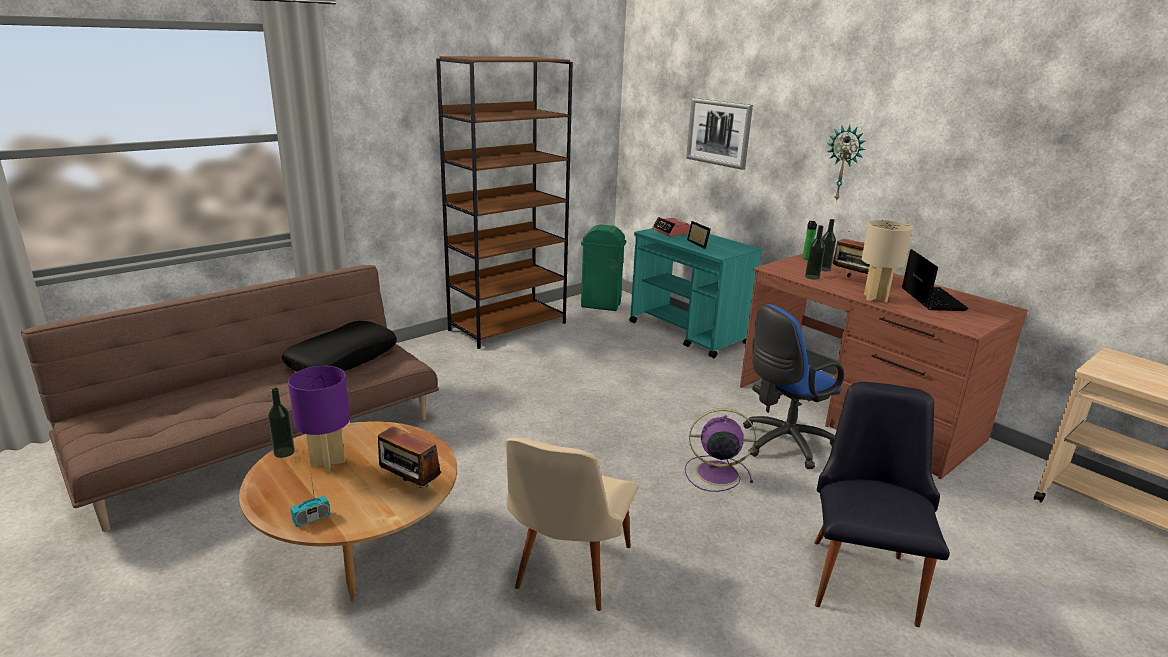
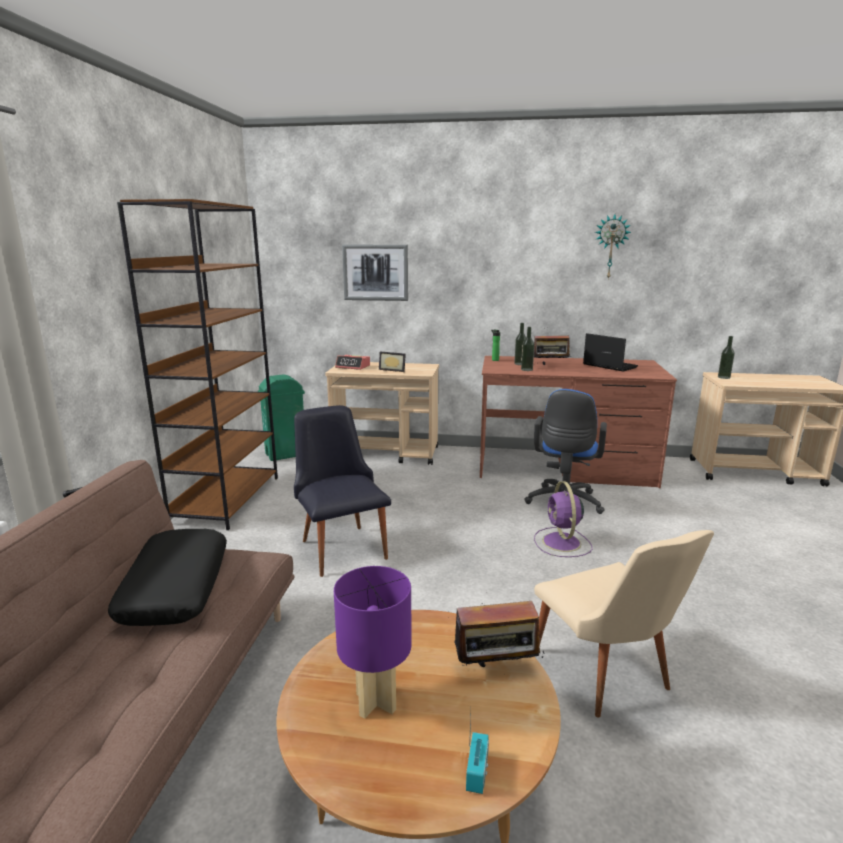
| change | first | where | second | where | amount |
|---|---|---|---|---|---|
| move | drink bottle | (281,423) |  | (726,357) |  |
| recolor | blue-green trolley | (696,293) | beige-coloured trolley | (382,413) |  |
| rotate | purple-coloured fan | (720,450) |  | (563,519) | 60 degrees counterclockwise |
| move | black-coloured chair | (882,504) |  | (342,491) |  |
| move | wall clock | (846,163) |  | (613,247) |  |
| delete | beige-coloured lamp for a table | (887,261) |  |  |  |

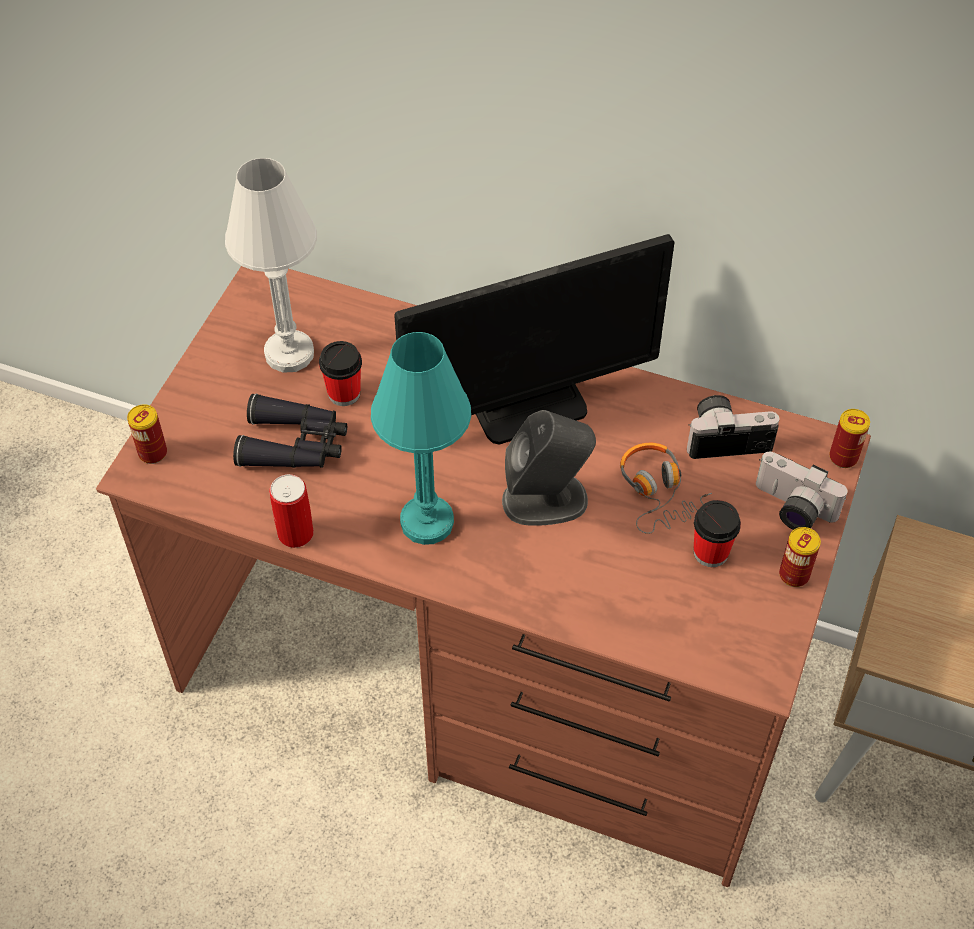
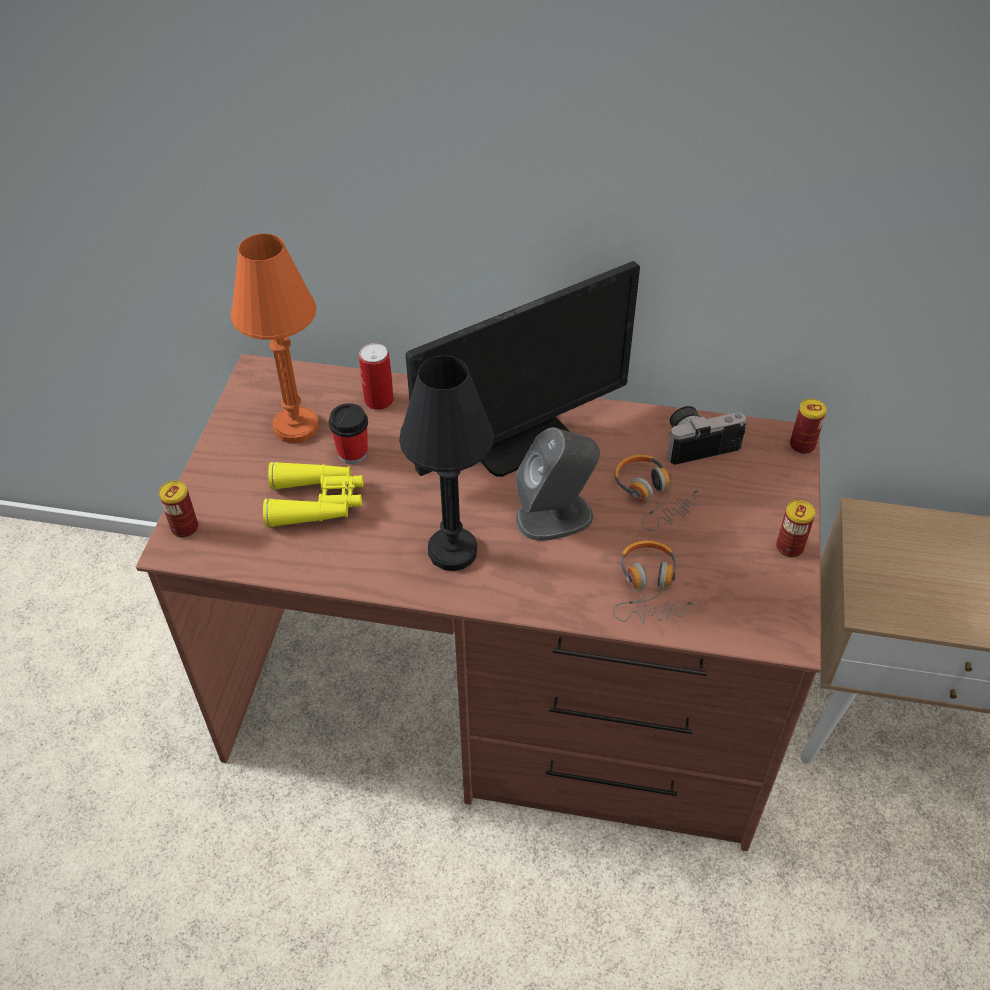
| change | first | where | second | where | amount |
|---|---|---|---|---|---|
| recolor | whitish lamp for a table | (271,265) | orangey lamp for a table | (275,339) |  |
| recolor | black-coloured binoculars | (290,431) | yellow binoculars | (313,494) |  |
| move | can | (291,511) |  | (376,376) |  |
| recolor | blue-green lamp for a table | (421,438) | black-coloured lamp for a table | (446,463) |  |
| delete | drinking cup | (717,533) |  |  |  |
| delete | still camera | (802,491) |  |  |  |
| insert |  |  | pair of headphones | (655,582) |  |

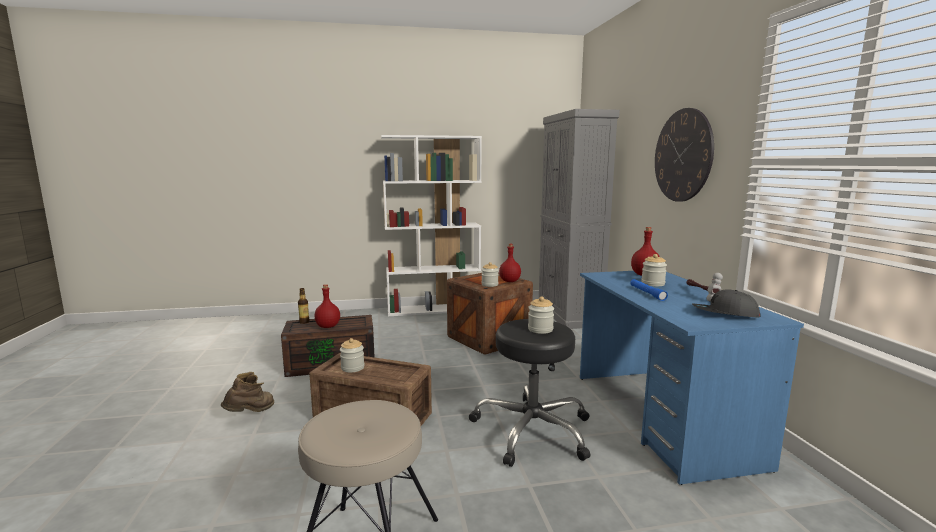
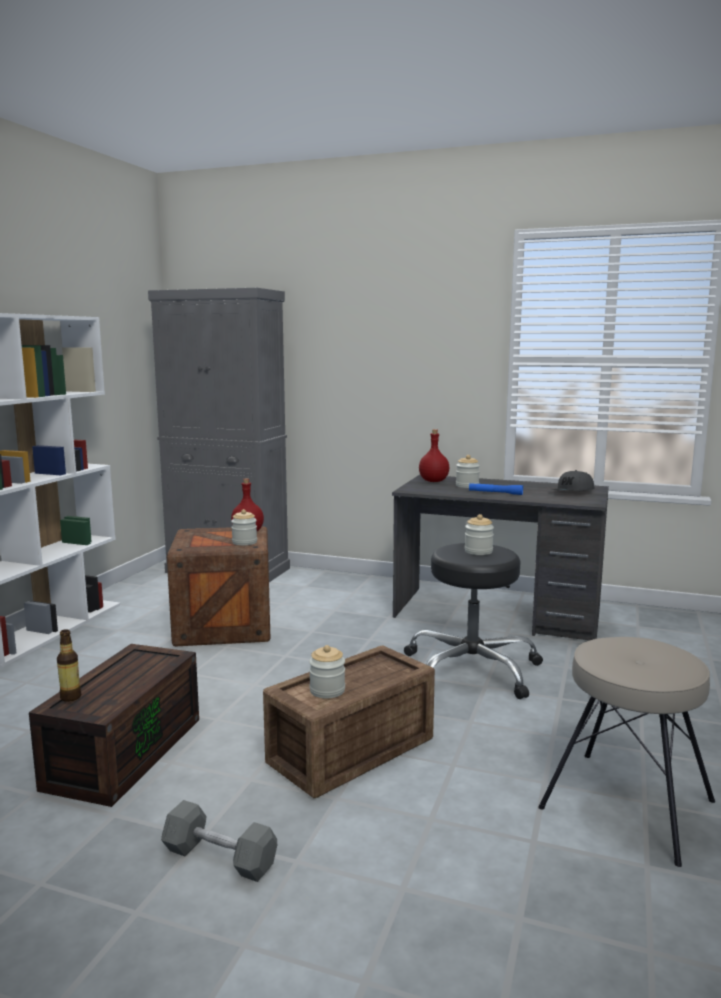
| change | first | where | second | where | amount |
|---|---|---|---|---|---|
| replace | brownish boot | (247,392) | grey hand weight | (219,841) |  |
| delete | red drink bottle | (327,306) |  |  |  |
| recolor | blue-coloured desk unit | (692,378) | grey desk unit | (500,557) |  |
| delete | wall clock | (684,155) |  |  |  |
| delete | hammer | (705,287) |  |  |  |

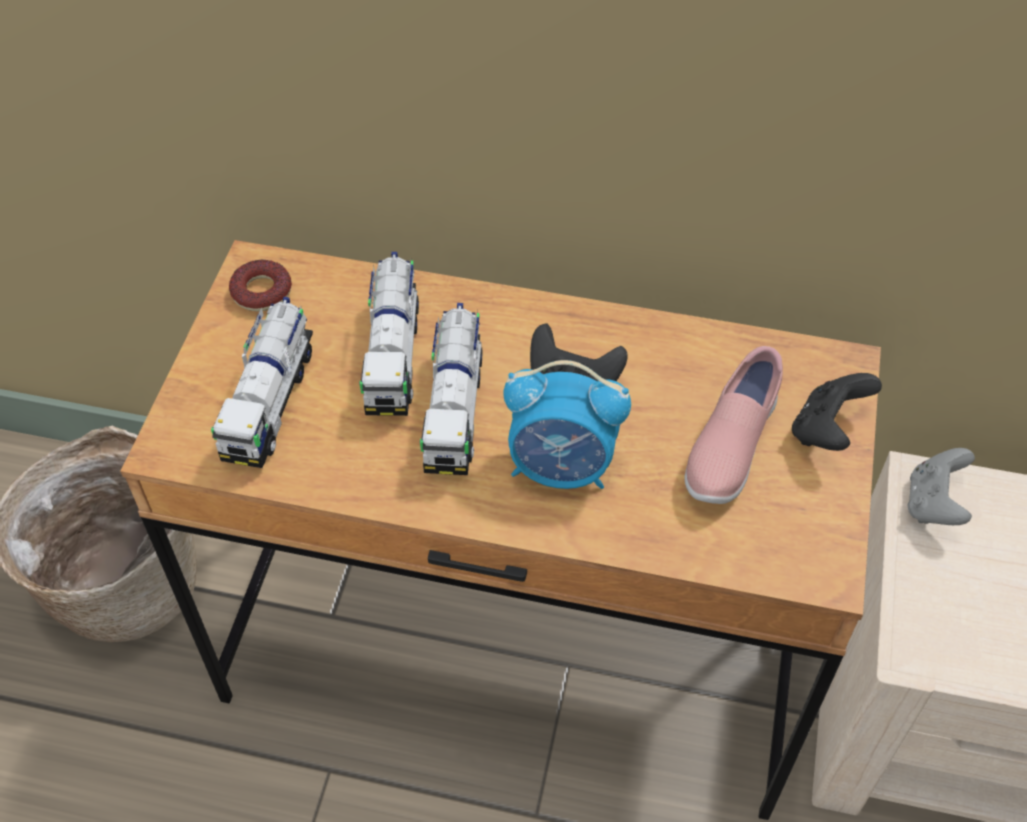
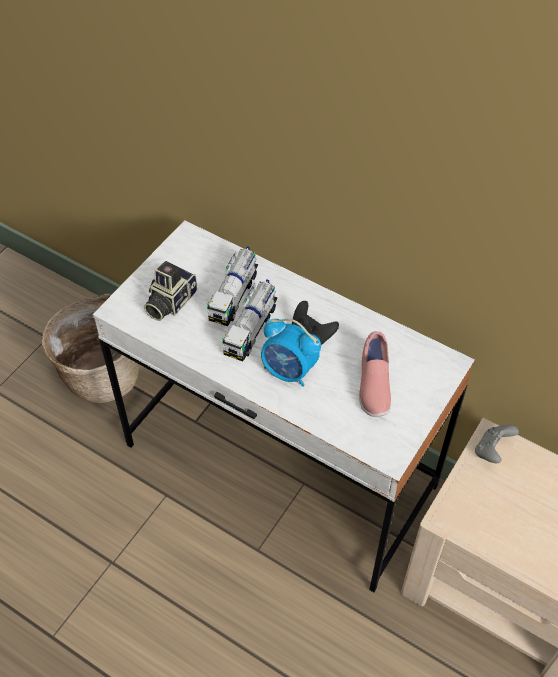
| change | first | where | second | where | amount |
|---|---|---|---|---|---|
| recolor | brownish desk unit | (500,530) | whitish desk unit | (283,406) |  |
| replace | model truck | (262,382) | still camera | (170,291) |  |
| delete | doughnut | (260,285) |  |  |  |
| rotate | pink low shoe | (733,425) |  | (375,374) | 45 degrees counterclockwise |
| delete | black-coloured gamepad | (837,412) |  |  |  |

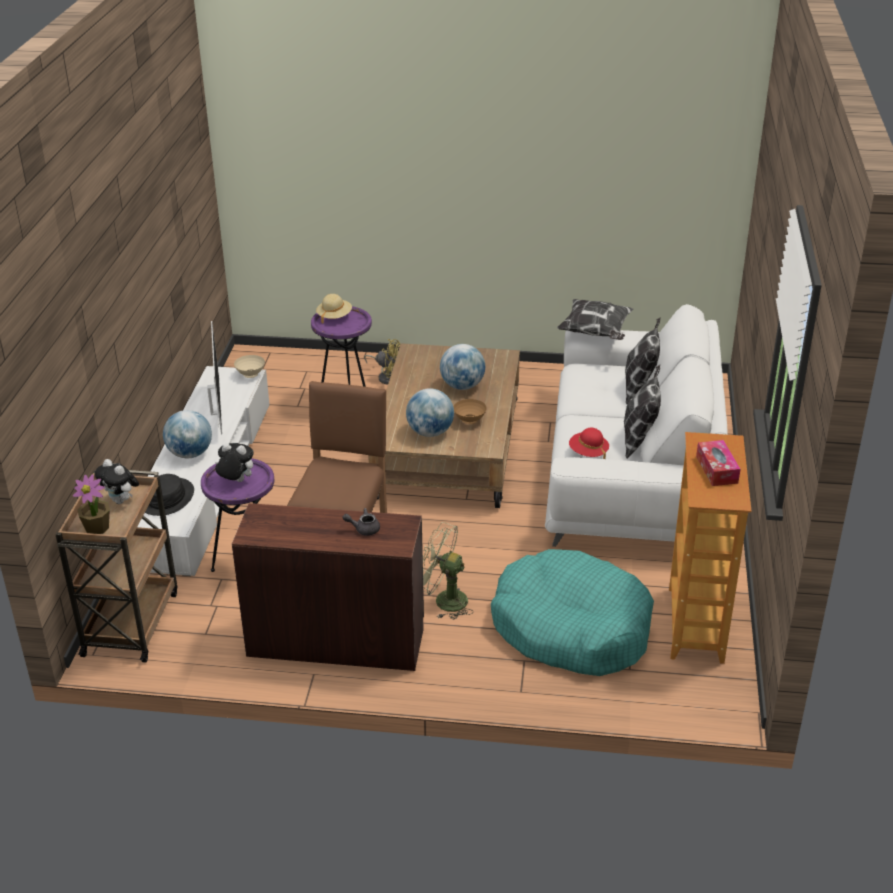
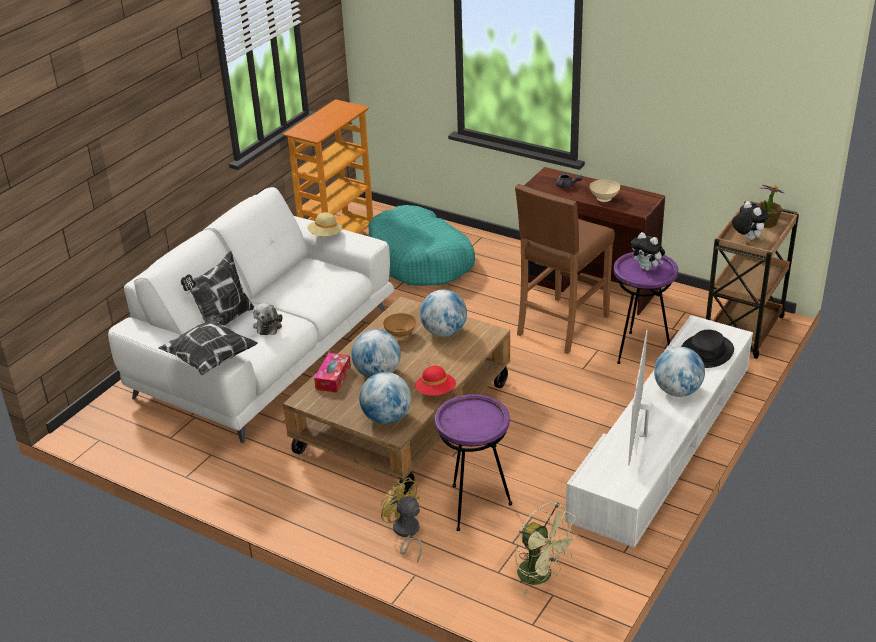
| change | first | where | second | where | amount |
|---|---|---|---|---|---|
| move | beige-coloured deep dish | (249,366) |  | (604,190) |  |
| move | beige-coloured clothing hat | (334,309) |  | (324,224) |  |
| move | green-coloured fan | (448,571) |  | (547,549) |  |
| move | red clothing hat | (589,443) |  | (435,381) |  |
| delete | pillow | (642,411) |  |  |  |
| move | tissue holder | (718,463) |  | (332,373) |  |
| insert |  |  | soft toy | (267,319) |  |
| insert |  |  | world globe | (385,398) |  |

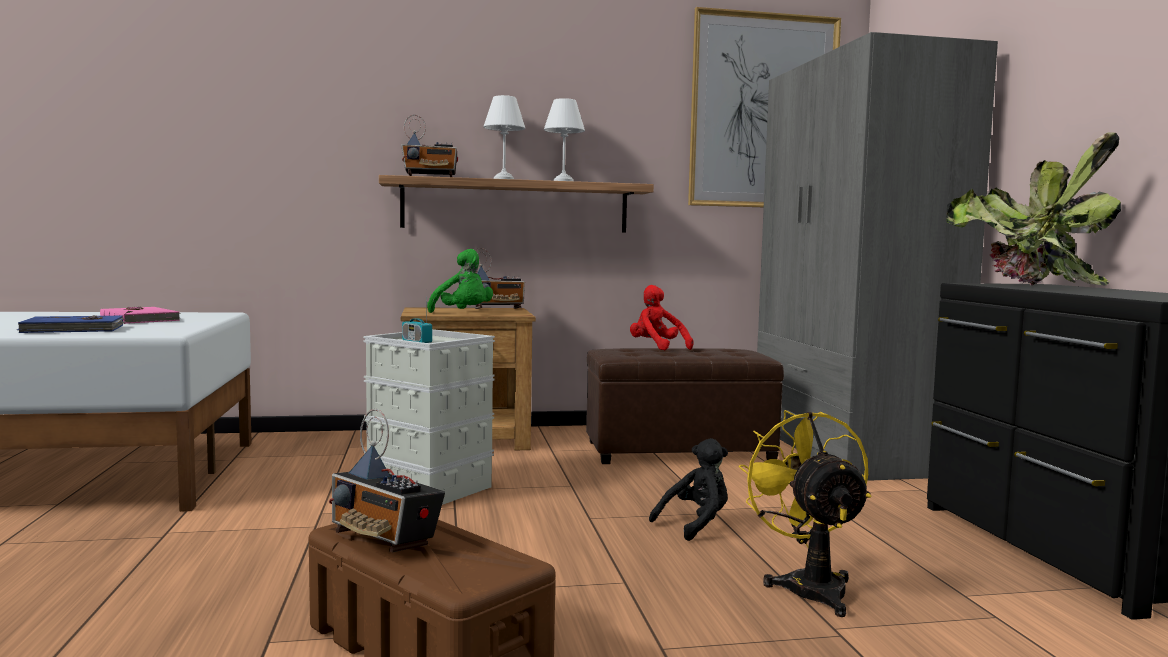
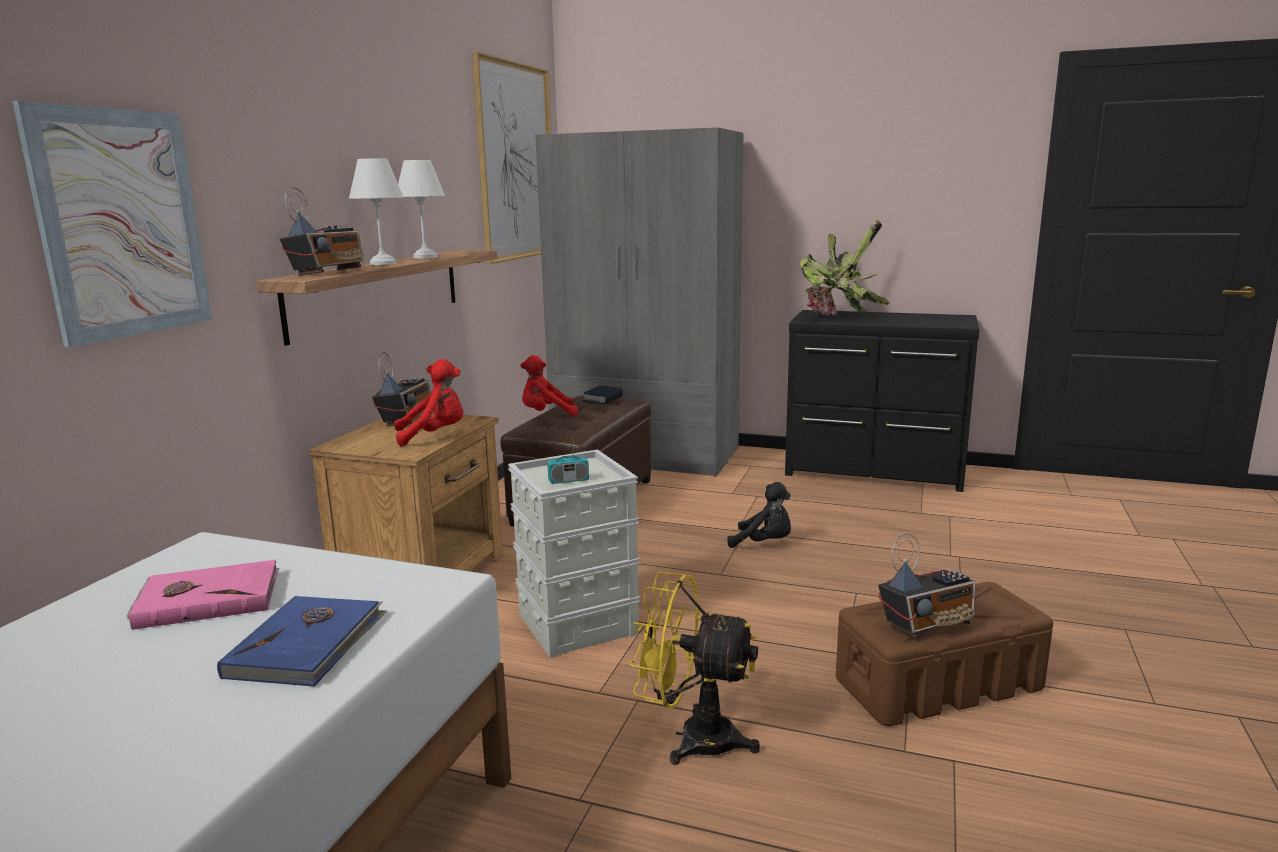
| change | first | where | second | where | amount |
|---|---|---|---|---|---|
| recolor | green-coloured soft toy | (460,281) | red soft toy | (428,403) |  |
| rotate | black-coloured soft toy | (688,489) |  | (759,515) | 120 degrees clockwise |
| move | yellow fan | (805,513) |  | (694,668) |  |
| insert |  |  | picture | (112,224) |  |
| insert |  |  | book | (603,394) |  |

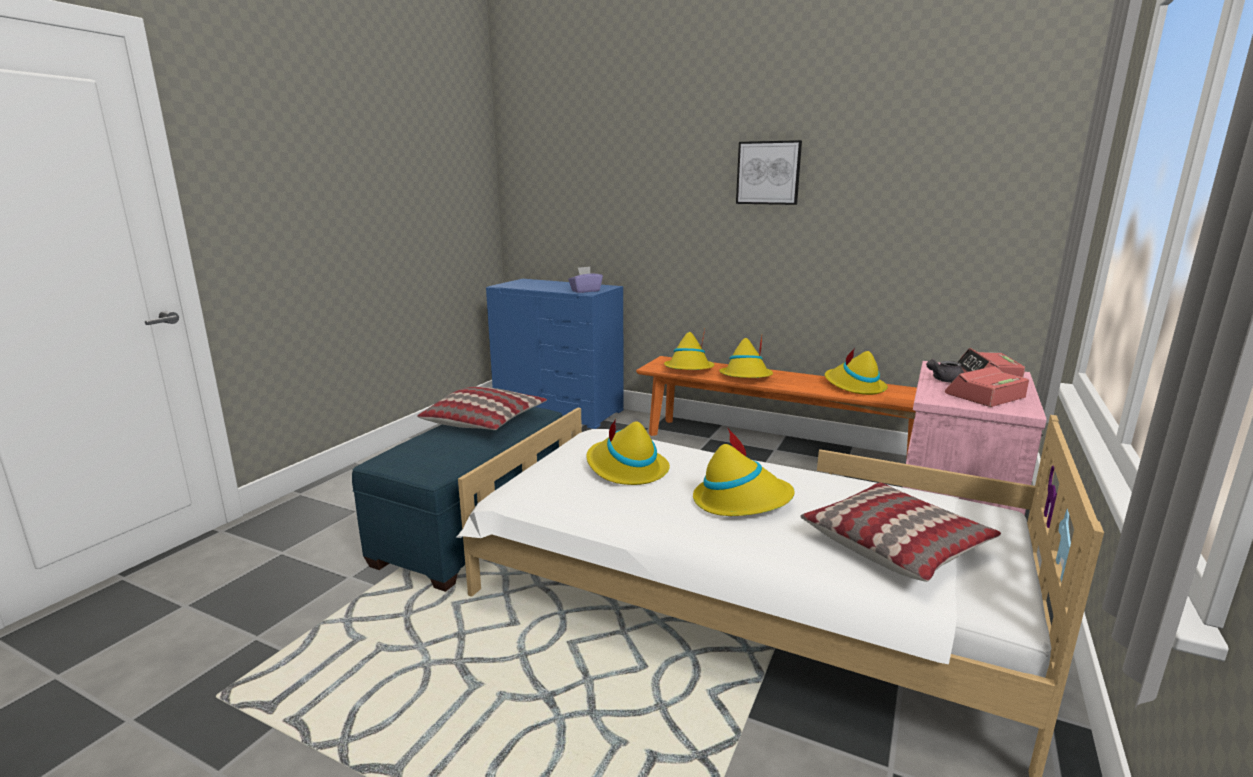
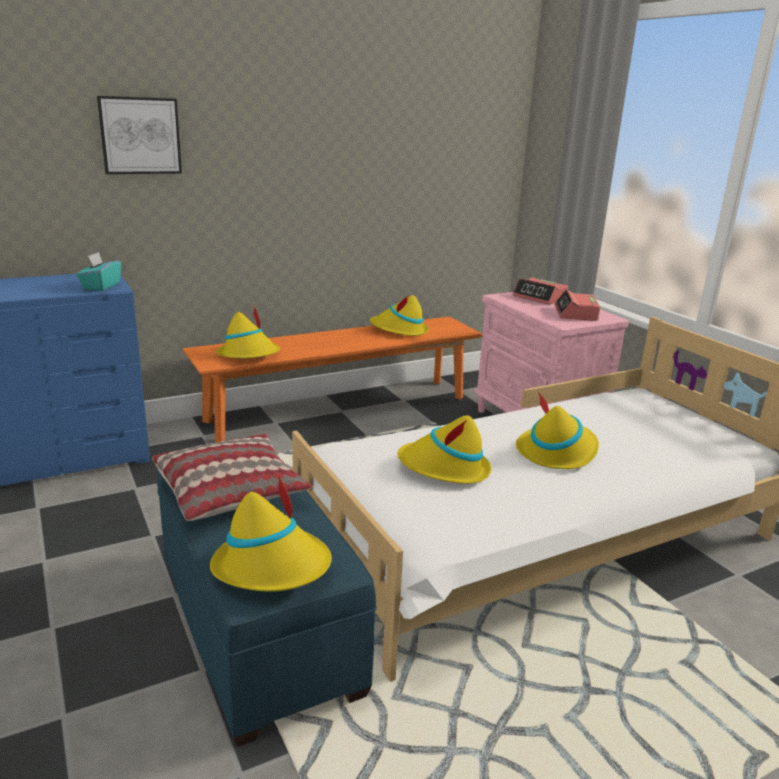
| change | first | where | second | where | amount |
|---|---|---|---|---|---|
| recolor | purple-coloured tissue holder | (585,280) | blue-green tissue holder | (99,271) |  |
| move | yellow clothing hat | (746,357) |  | (271,532) |  |
| move | picture | (769,172) |  | (139,135) |  |
| delete | pillow | (900,532) |  |  |  |
| delete | grey tea pot | (945,371) |  |  |  |

